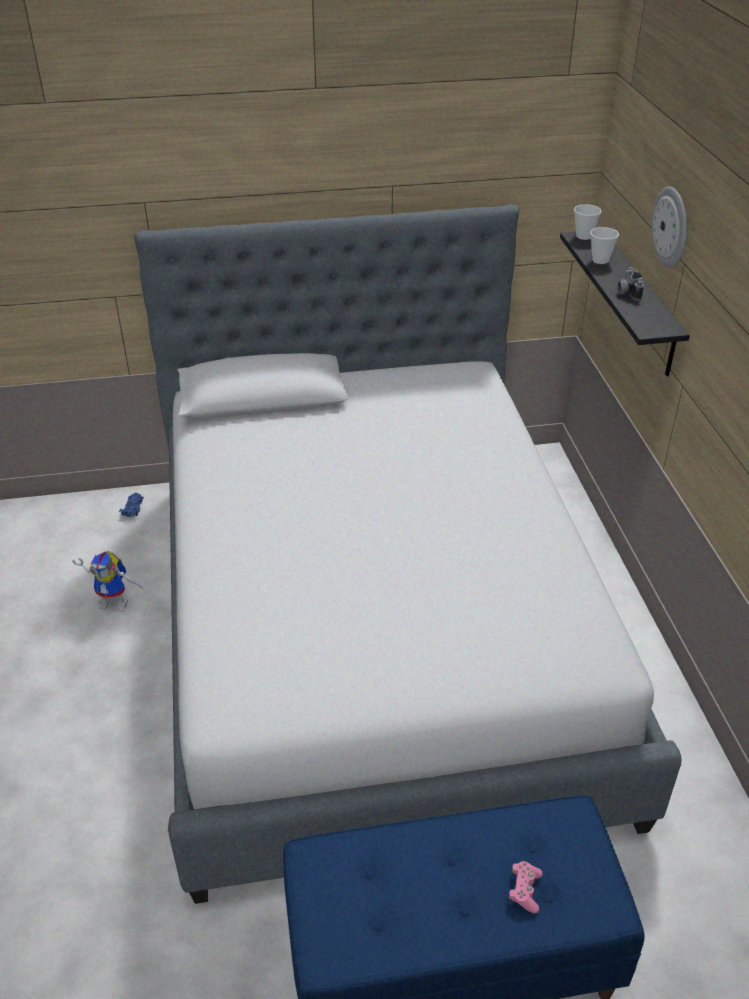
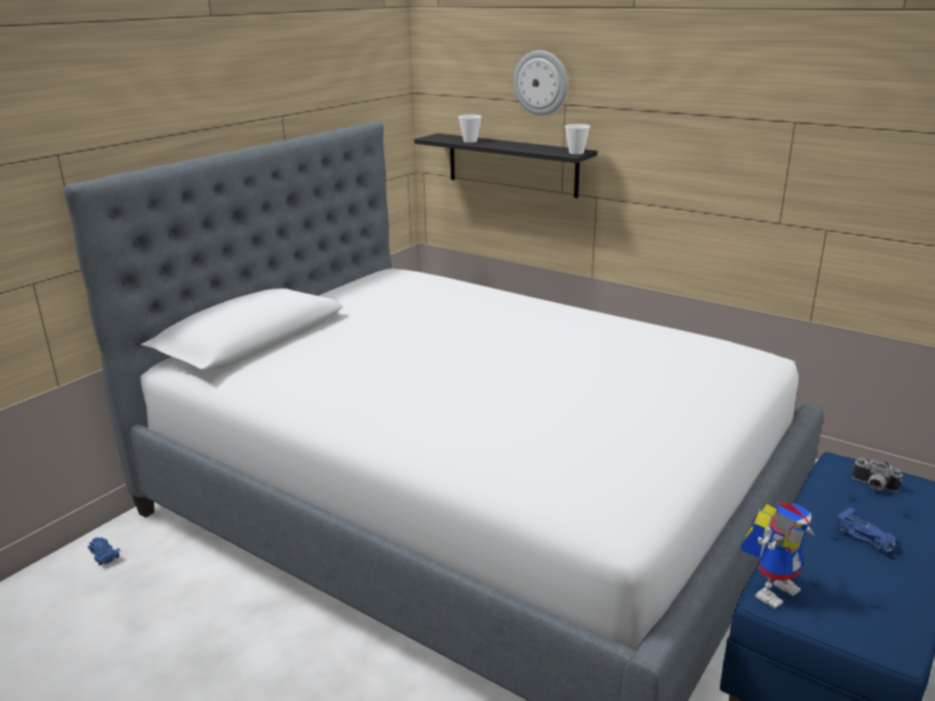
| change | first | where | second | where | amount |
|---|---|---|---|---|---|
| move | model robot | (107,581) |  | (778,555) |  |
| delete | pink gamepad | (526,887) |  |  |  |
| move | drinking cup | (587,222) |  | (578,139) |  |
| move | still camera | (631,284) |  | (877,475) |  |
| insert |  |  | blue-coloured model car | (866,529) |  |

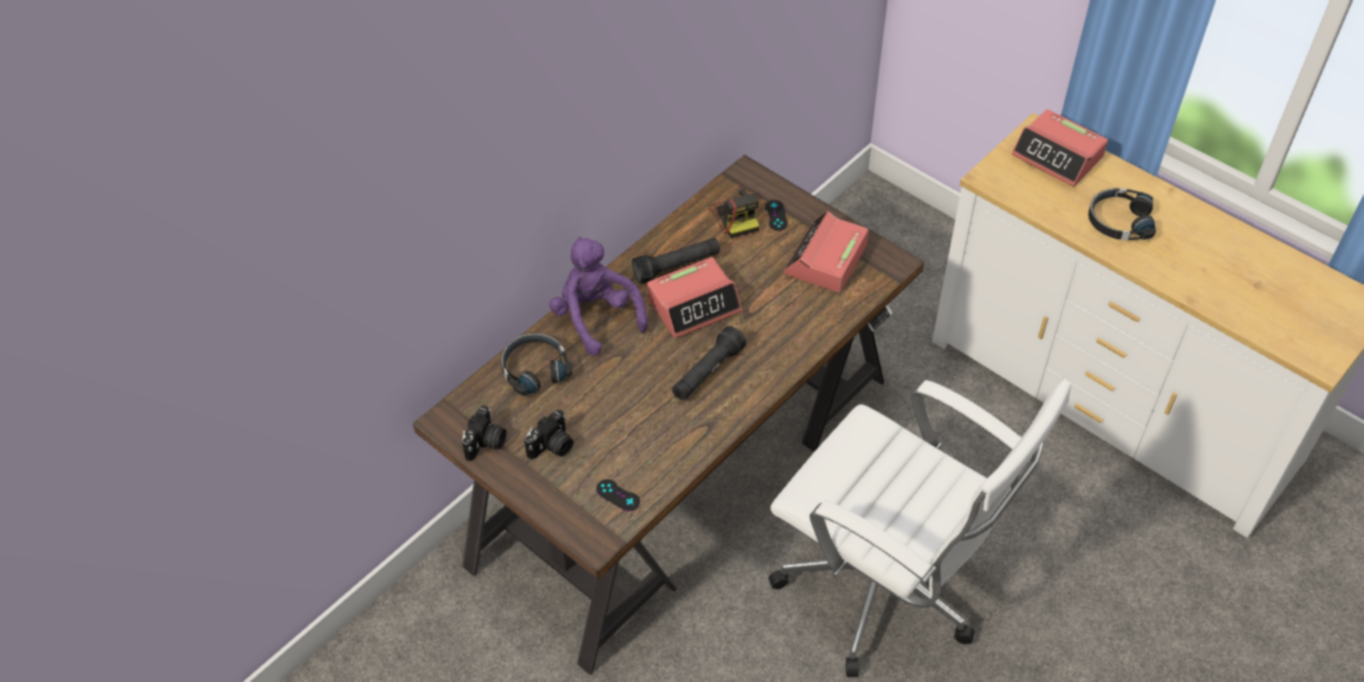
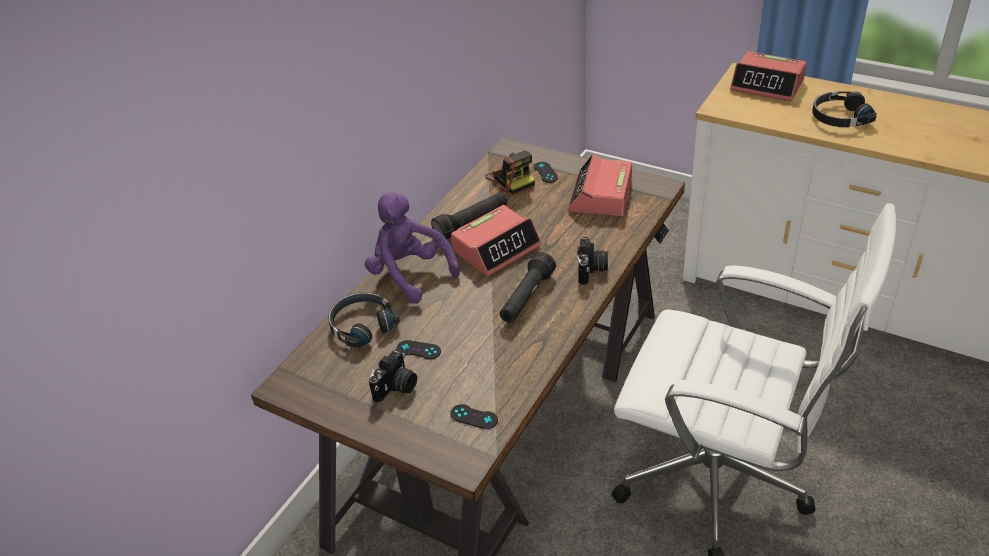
| change | first | where | second | where | amount |
|---|---|---|---|---|---|
| move | still camera | (484,433) |  | (592,261) |  |
| insert |  |  | black-coloured gamepad | (418,350) |  |

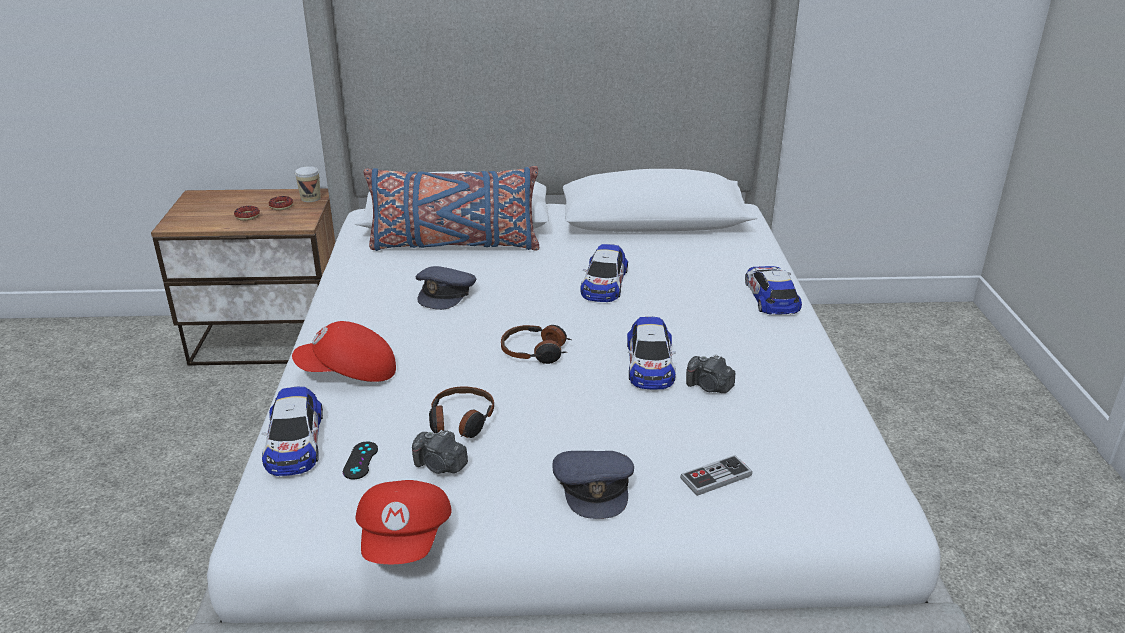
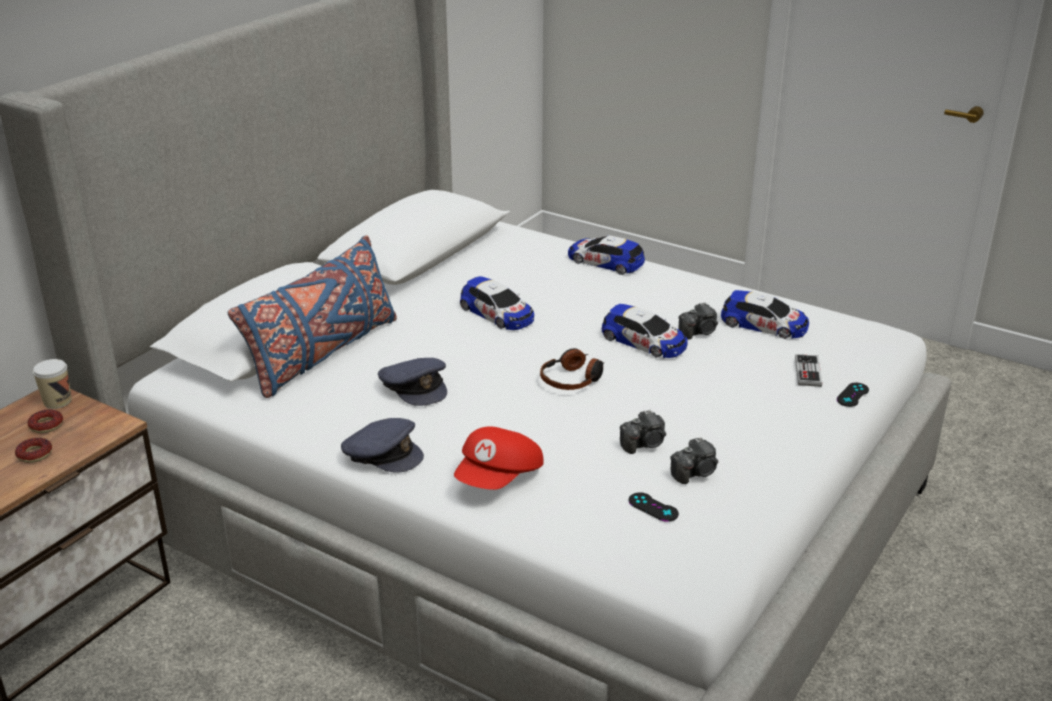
| change | first | where | second | where | amount |
|---|---|---|---|---|---|
| move | model car | (292,431) |  | (765,314) |  |
| delete | red cap | (404,522) |  |  |  |
| replace | pair of headphones | (461,412) | still camera | (643,432) |  |
| move | grey cap | (593,485) |  | (382,445) |  |
| insert |  |  | black-coloured gamepad | (853,395) |  |

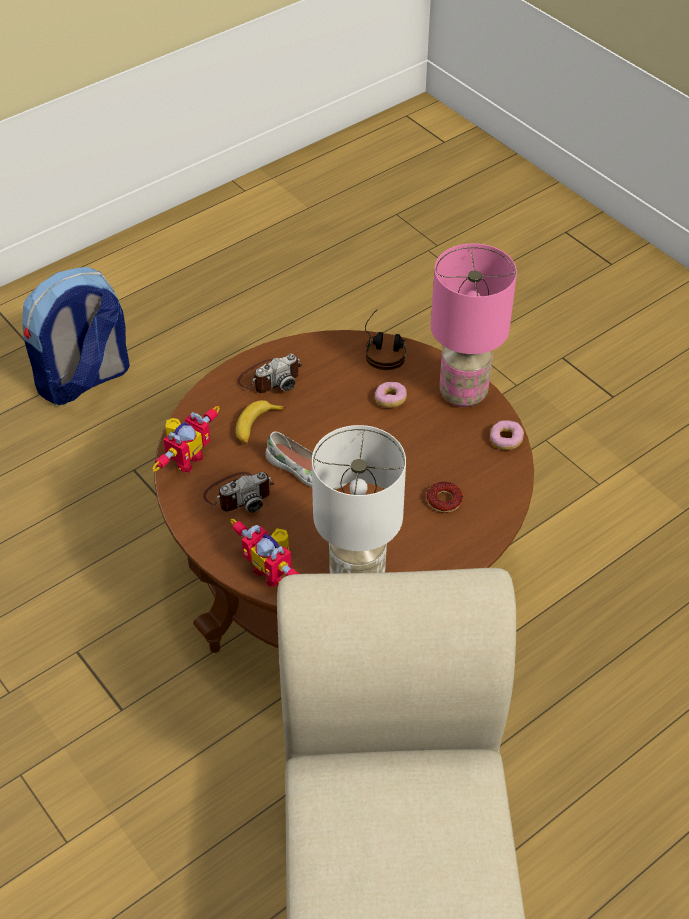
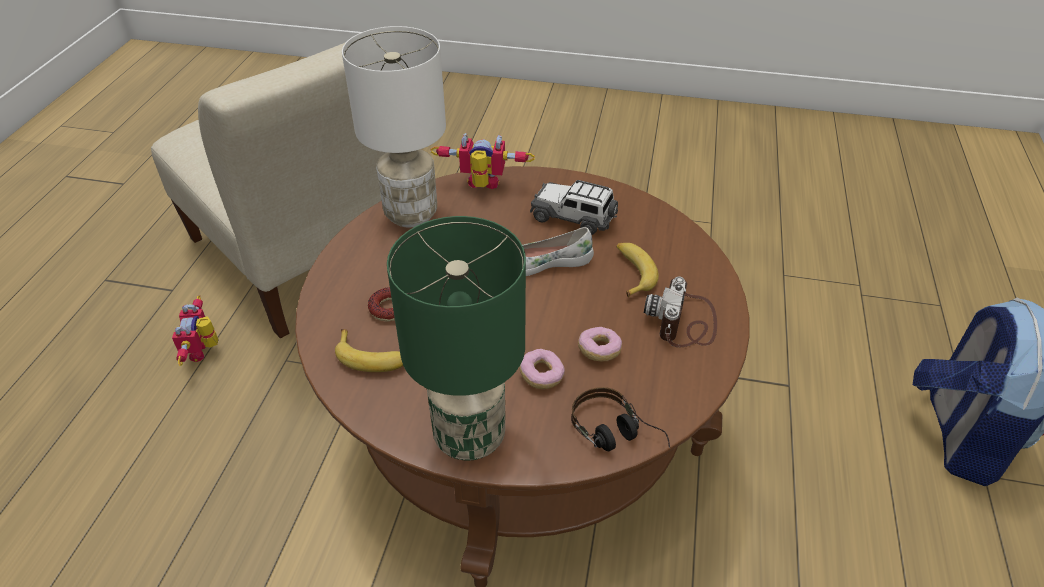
| change | first | where | second | where | amount |
|---|---|---|---|---|---|
| move | model robot | (186,439) |  | (195,331) |  |
| replace | still camera | (238,492) | model car | (574,207) |  |
| recolor | pink lamp for a table | (474,325) | green-coloured lamp for a table | (456,338) |  |
| move | doughnut | (507,435) |  | (600,344) |  |
| insert |  |  | banana fruit | (369,350) |  |

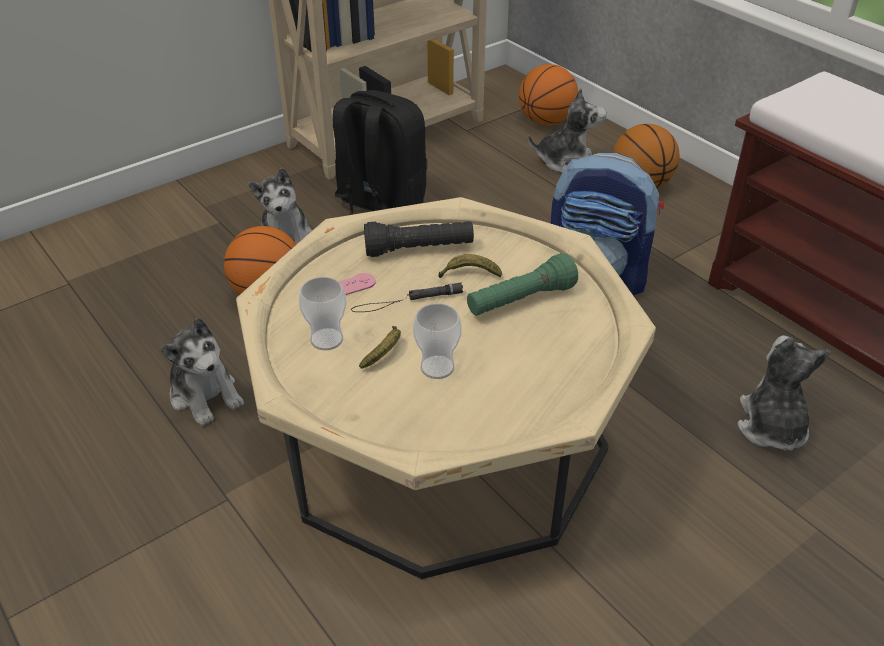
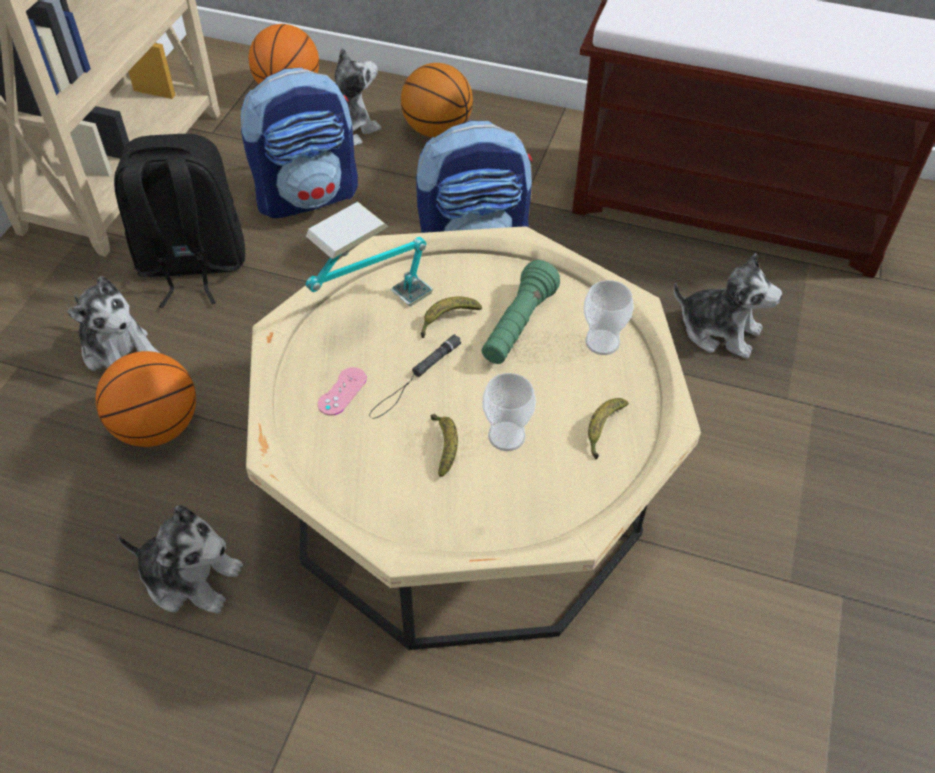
| change | first | where | second | where | amount |
|---|---|---|---|---|---|
| move | drinking cup | (322,313) |  | (608,317) |  |
| replace | black-coloured torch | (419,239) | lamp for a table | (369,254) |  |
| rotate | soft toy | (784,393) |  | (728,306) | 150 degrees clockwise |
| insert |  |  | knapsack | (299,143) |  |
| insert |  |  | banana fruit | (608,429) |  |

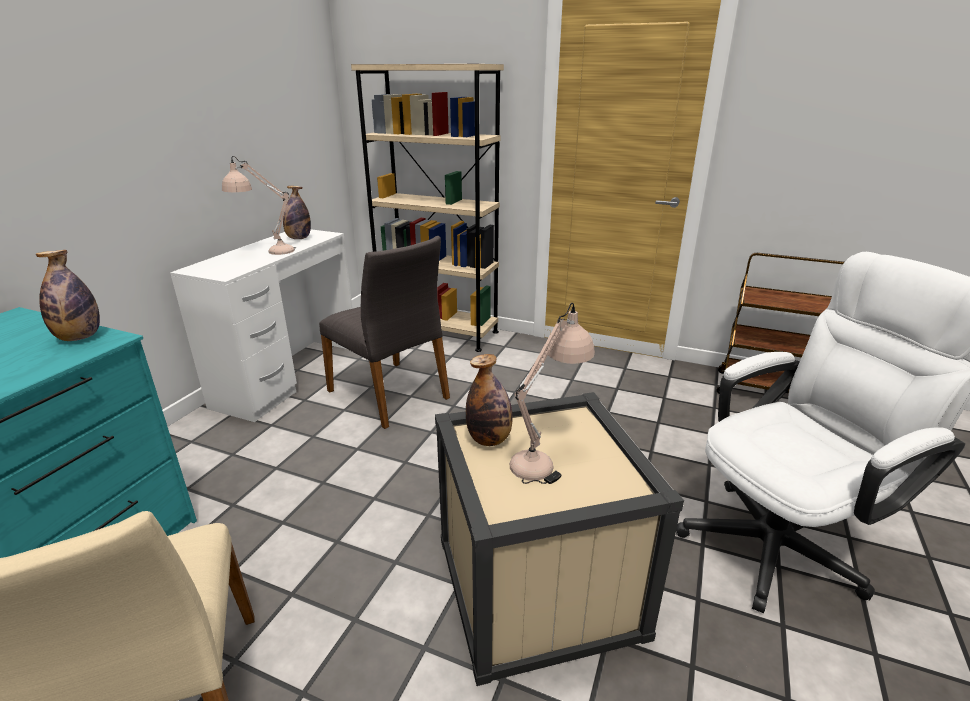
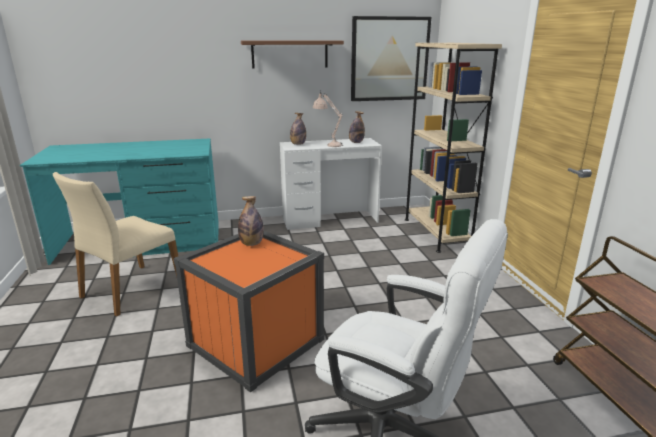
| change | first | where | second | where | amount |
|---|---|---|---|---|---|
| move | drink bottle | (68,295) |  | (298,129) |  |
| delete | grey chair | (384,332) |  |  |  |
| recolor | beige-coloured storage bin | (559,539) | orangey storage bin | (249,312) |  |
| delete | beige-coloured lamp for a table | (552,393) |  |  |  |
| insert |  |  | brownish wall shelf | (292,54) |  |
| insert |  |  | picture | (391,58) |  |

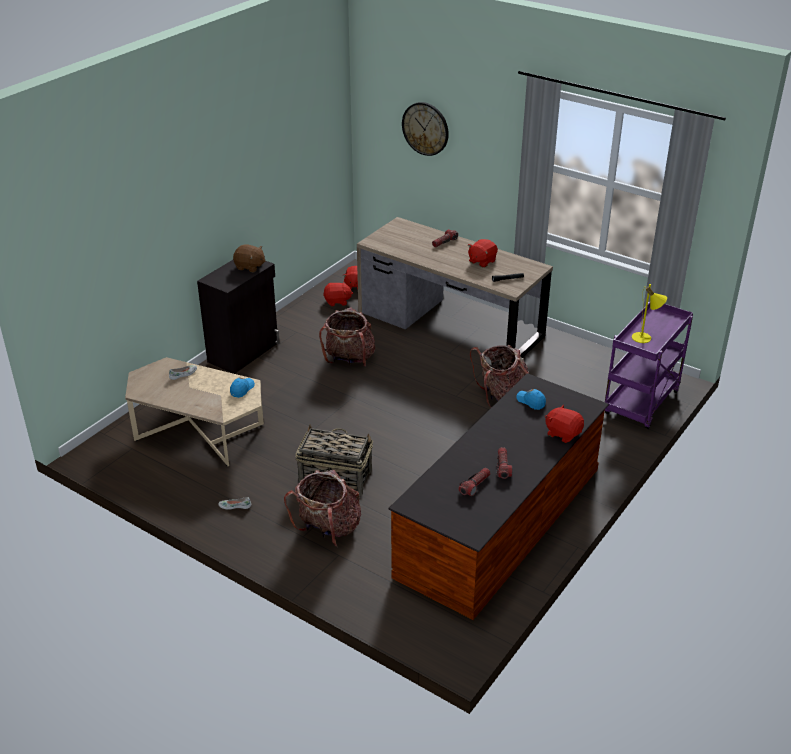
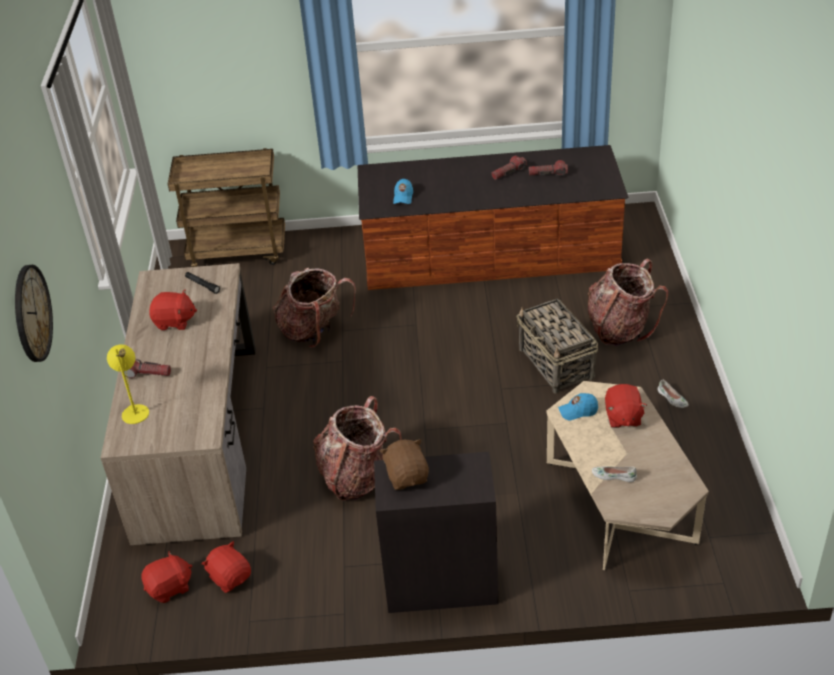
| change | first | where | second | where | amount |
|---|---|---|---|---|---|
| move | red soft toy | (564,424) |  | (626,406) |  |
| recolor | purple-coloured trolley | (649,365) | brownish trolley | (226,207) |  |
| move | yellow lamp for a table | (649,313) |  | (128,384) |  |

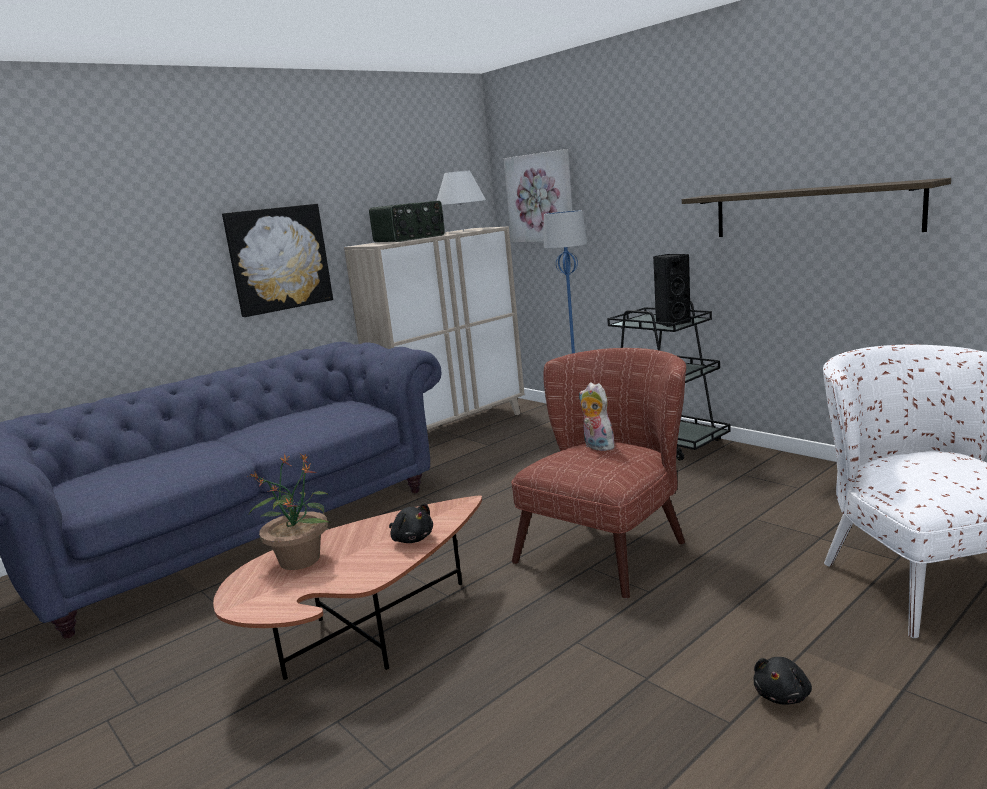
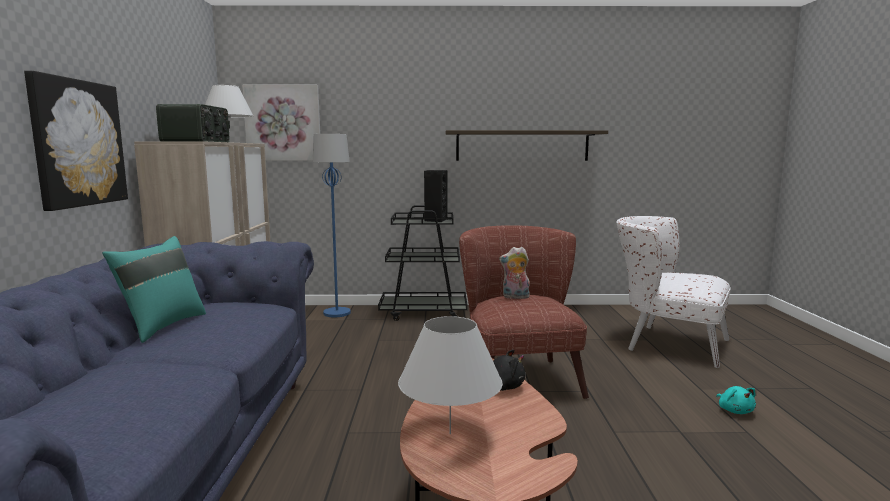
| change | first | where | second | where | amount |
|---|---|---|---|---|---|
| replace | potted plant | (288,511) | whitish lamp for a table | (450,375) |  |
| recolor | black-coloured soft toy | (783,681) | blue-green soft toy | (736,400) |  |
| insert |  |  | blue-green pillow | (154,289) |  |

